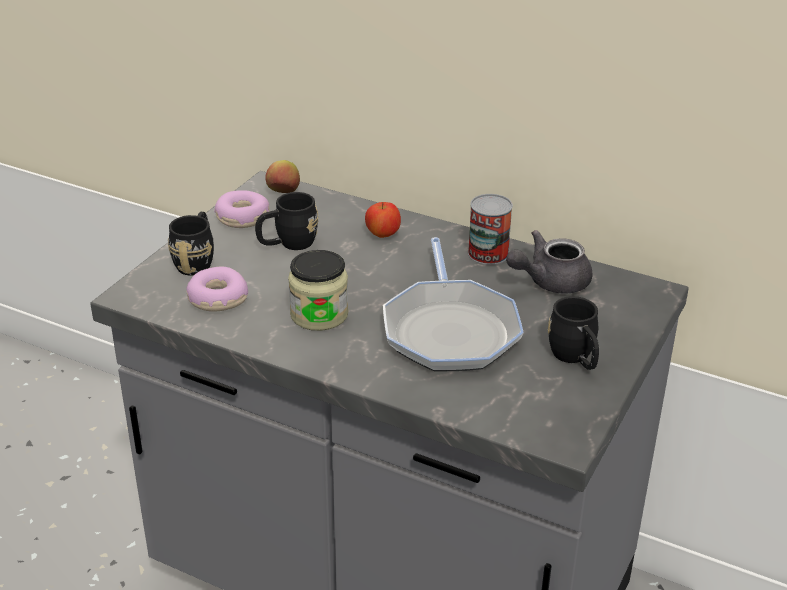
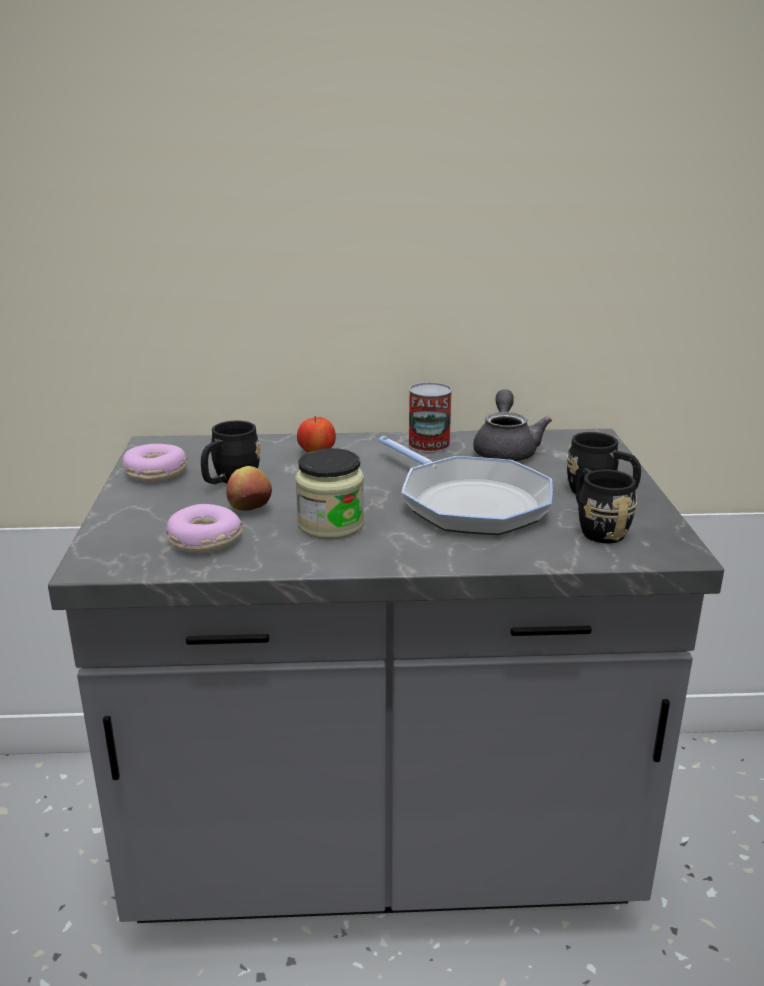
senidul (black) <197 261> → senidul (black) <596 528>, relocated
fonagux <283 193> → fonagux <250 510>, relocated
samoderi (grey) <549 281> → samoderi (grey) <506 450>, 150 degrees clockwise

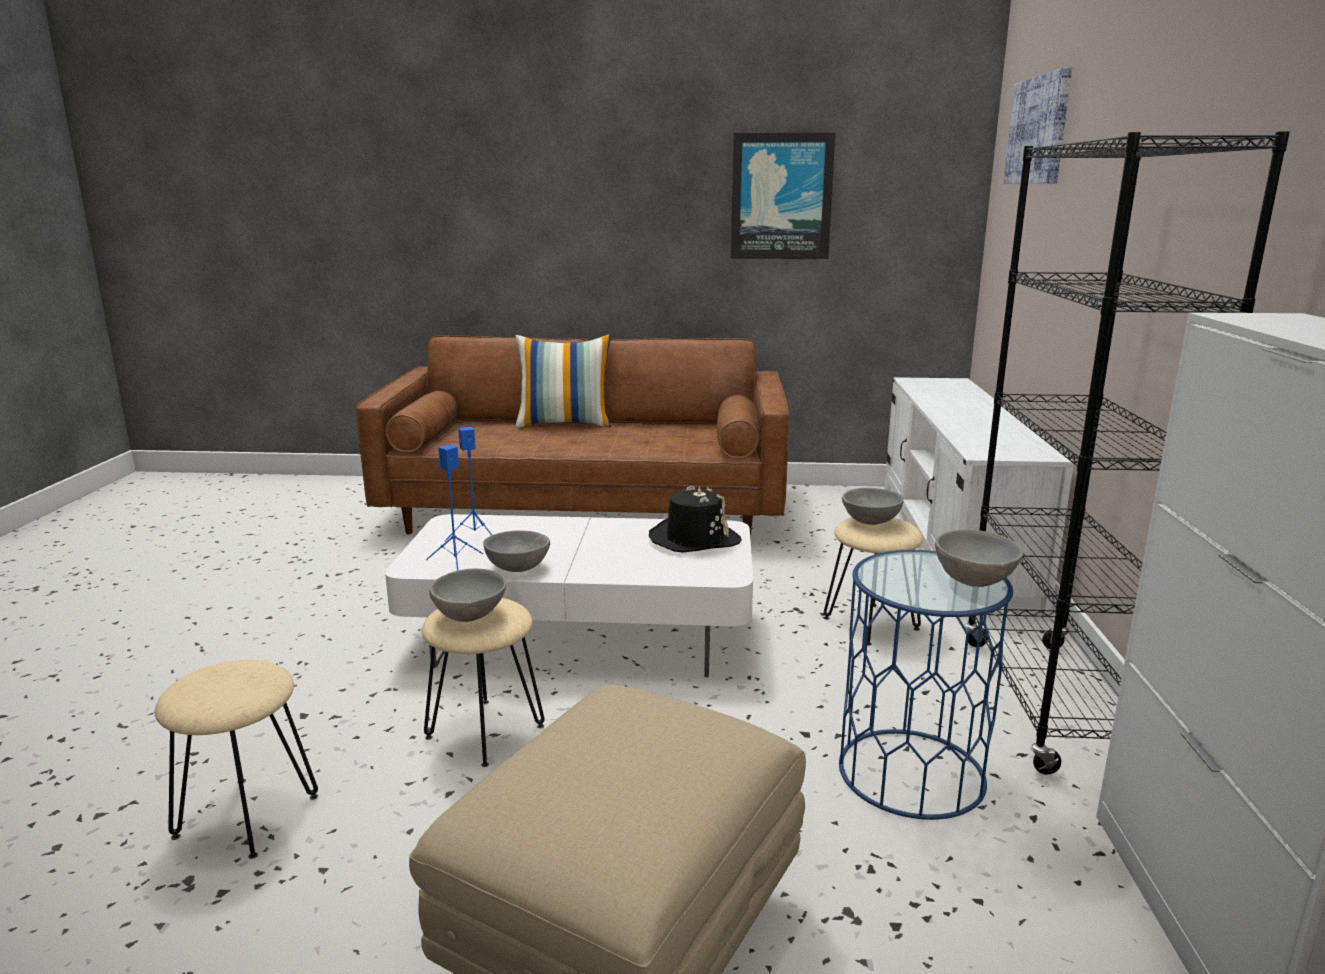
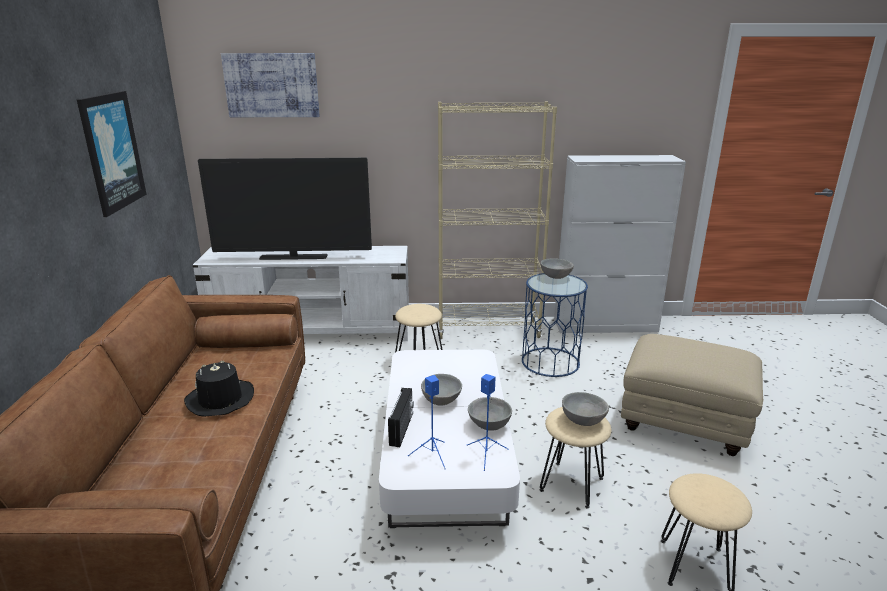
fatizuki <565 424> → -
- → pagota <293 257>
- → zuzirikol <402 429>
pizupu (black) <694 539> → pizupu (black) <220 400>, relocated
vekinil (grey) <871 522> → vekinil (grey) <442 401>, relocated
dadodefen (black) <1049 704> → dadodefen (beige) <488 330>

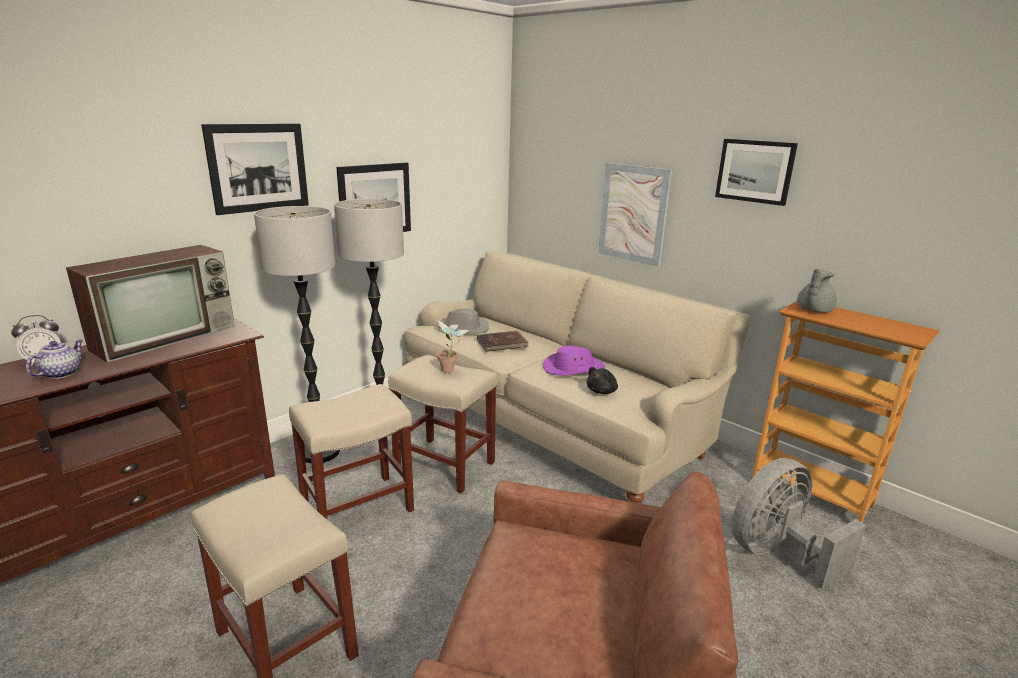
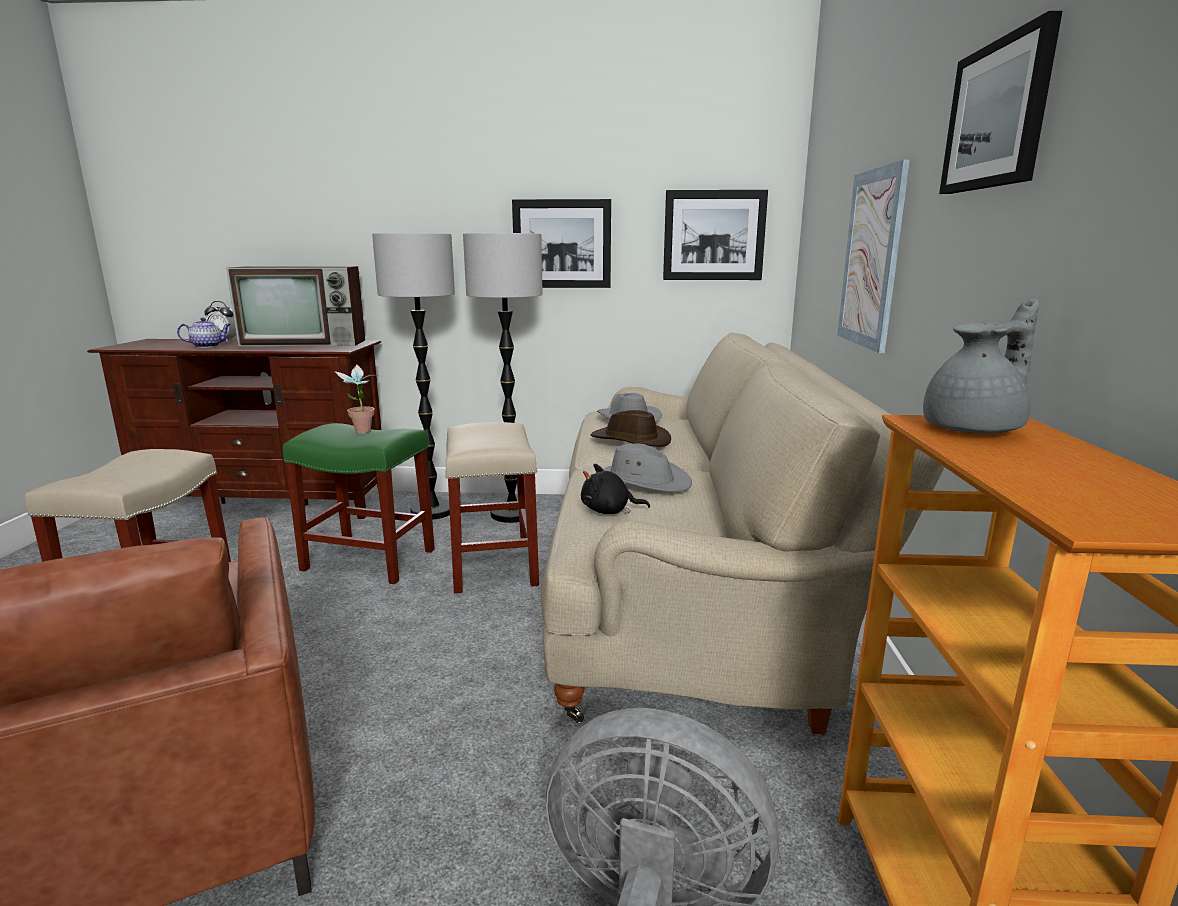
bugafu <258 167> → bugafu <714 235>, relocated
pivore <451 371> → pivore <362 433>, relocated
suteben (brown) <502 343> → pizupu (brown) <630 440>
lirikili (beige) <359 507> → lirikili (green) <371 560>
pizupu (purple) <573 368> → pizupu (grey) <642 481>
samoderi (grey) <812 310> → samoderi (grey) <976 429>, 150 degrees clockwise

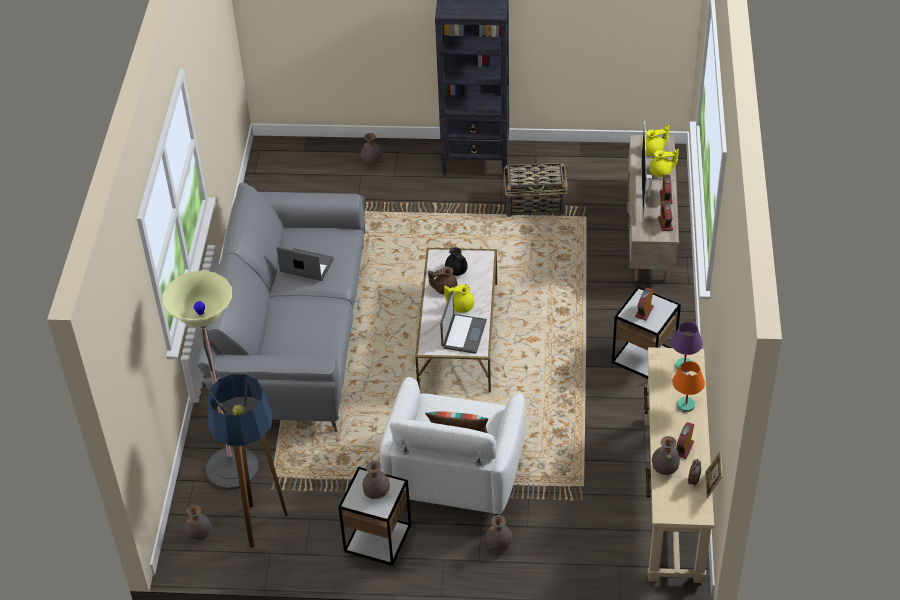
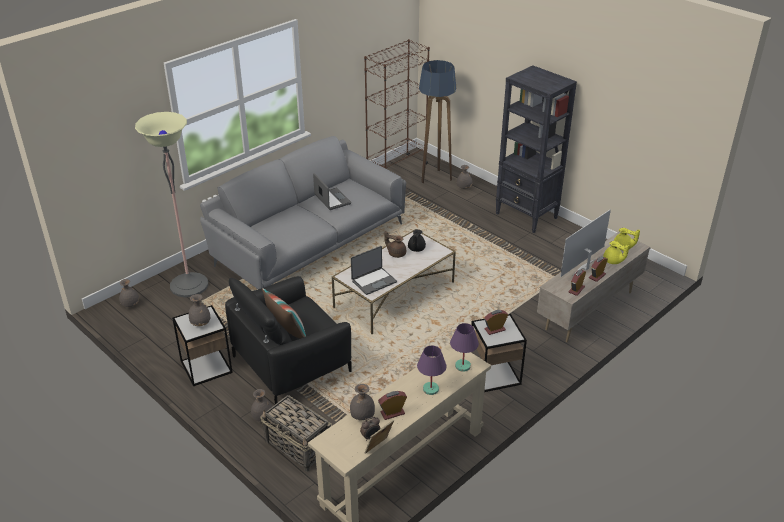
samoderi (yellow) <461 306> → -
- → dadodefen (brown) <396 169>
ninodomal <261 526> → ninodomal <434 178>, relocated
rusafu <535 204> → rusafu <299 446>, relocated
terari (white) <455 475> → terari (black) <292 363>
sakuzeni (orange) <685 405> → sakuzeni (purple) <430 389>

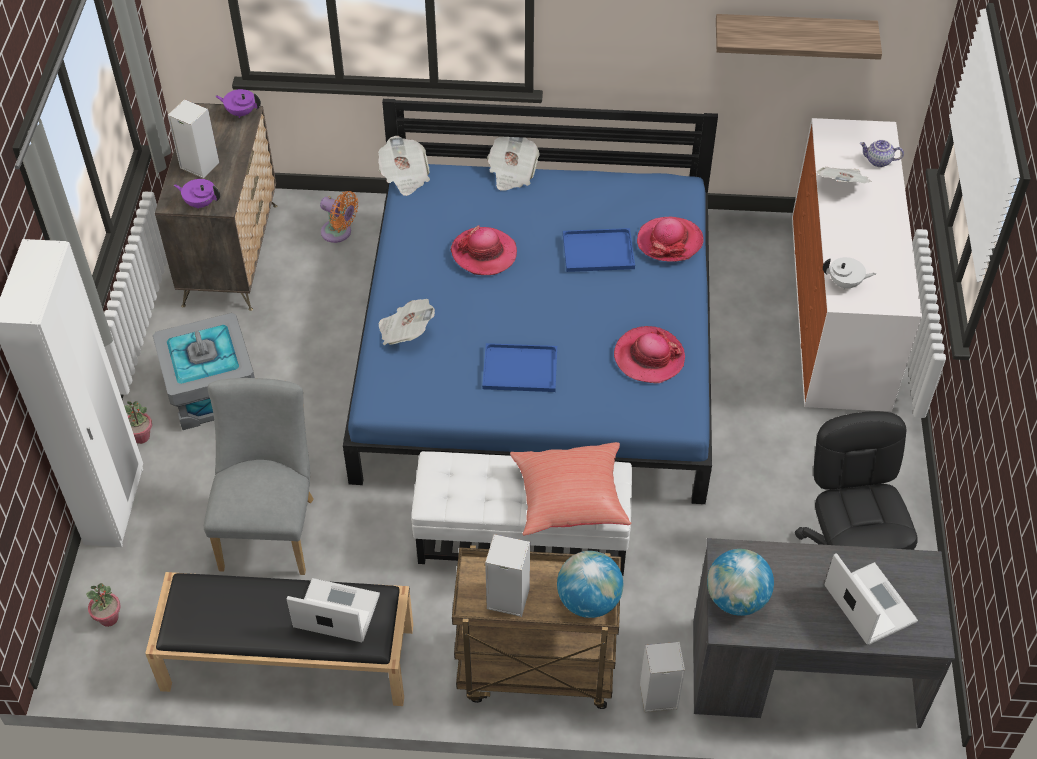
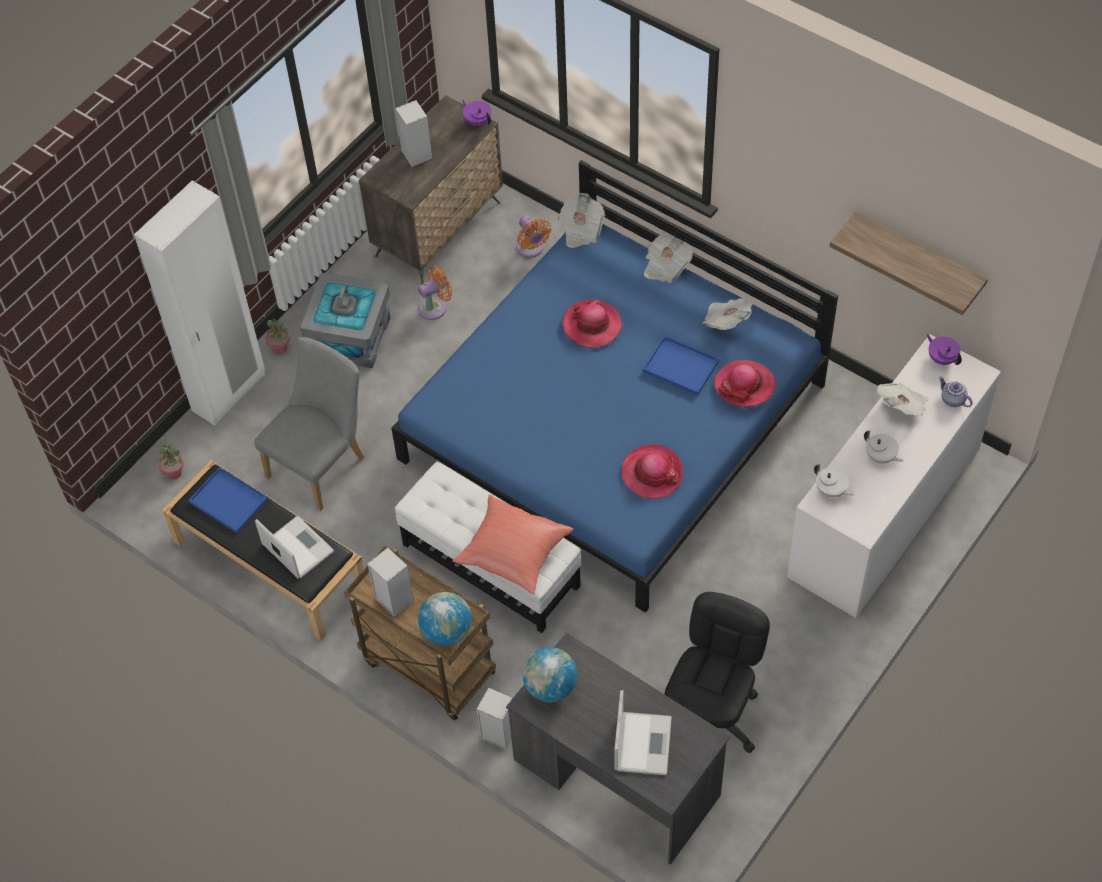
- → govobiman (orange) <435 307>
- → samoderi (white) <880 457>
samoderi (purple) <200 203> → samoderi (purple) <942 358>, relocated
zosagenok <405 332> → zosagenok <726 321>, relocated
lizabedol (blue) <518 369> → lizabedol (blue) <227 500>, relocated

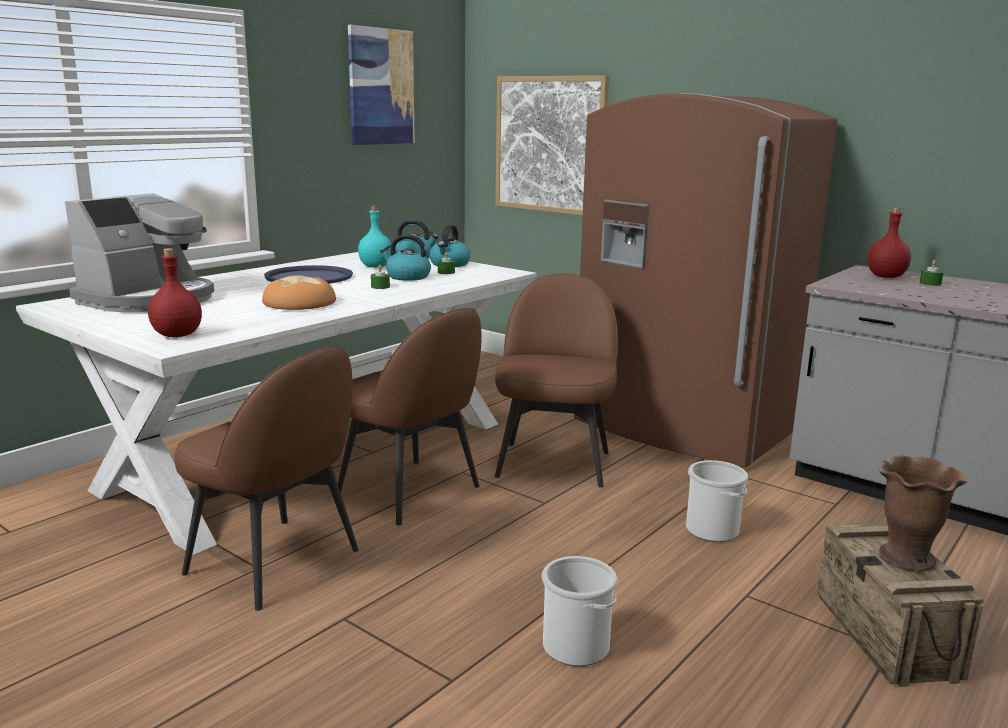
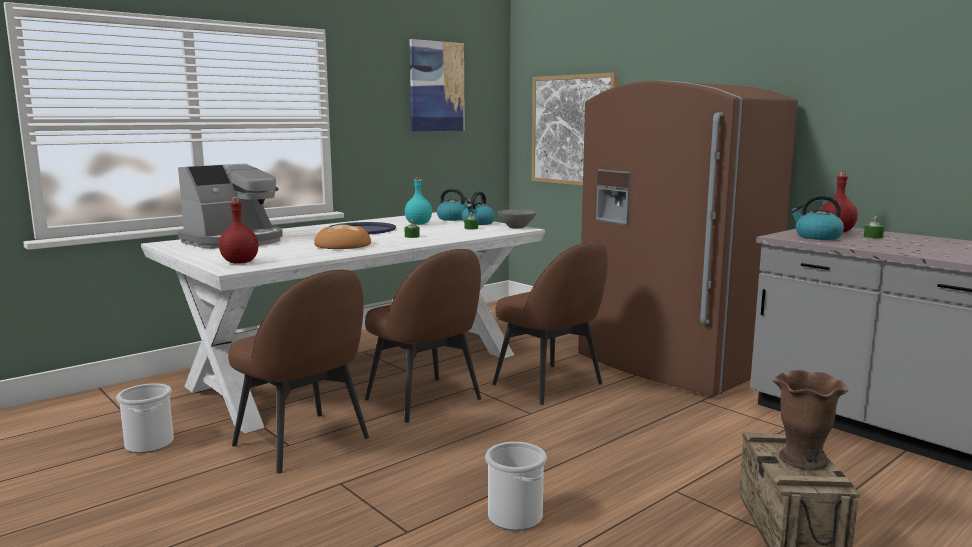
- → vekinil (grey) <517 227>
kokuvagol <407 277> → kokuvagol <817 237>, relocated
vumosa <712 530> → vumosa <149 444>, relocated
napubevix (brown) <554 463> → napubevix (brown) <550 385>, 120 degrees clockwise

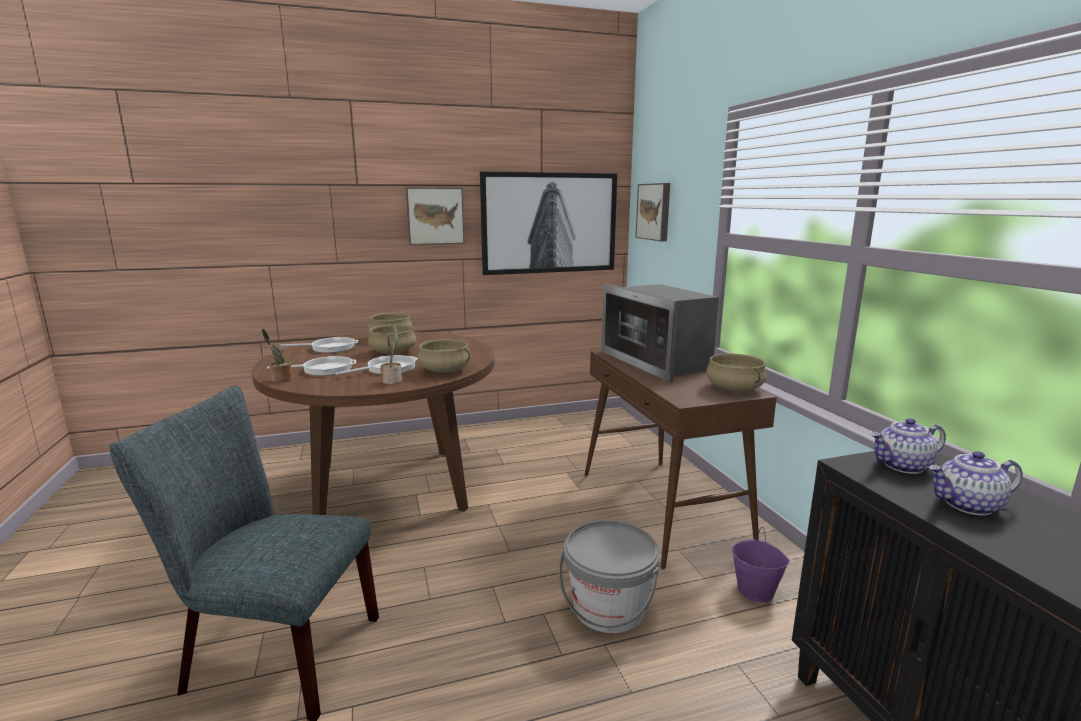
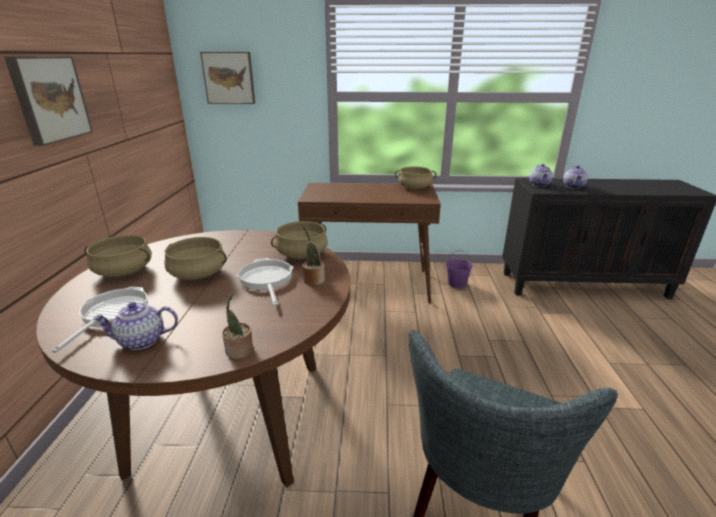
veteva <324 369> → -
bugafu <549 223> → -
vumosa (grey) <608 608> → -
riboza <657 361> → -
- → samoderi <141 341>

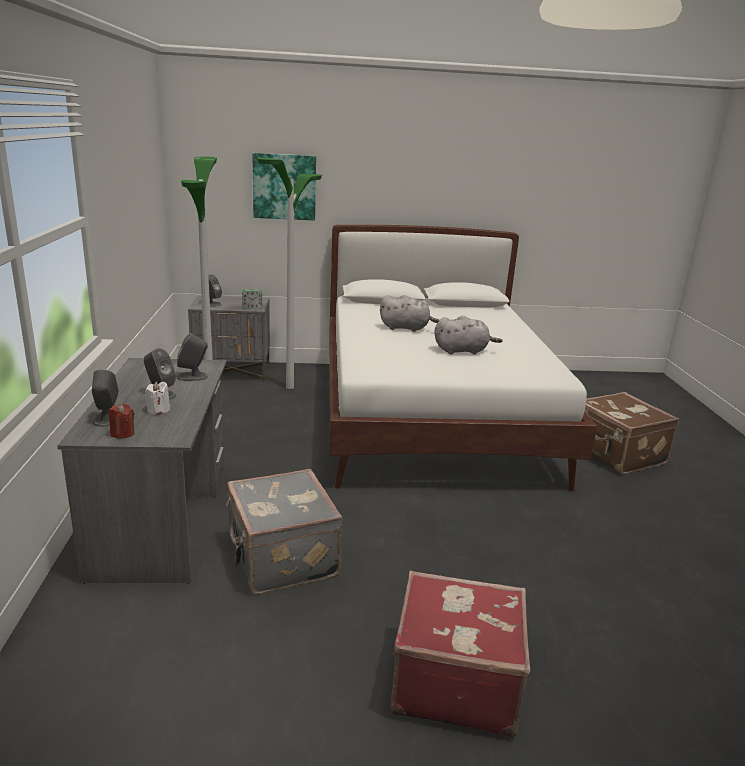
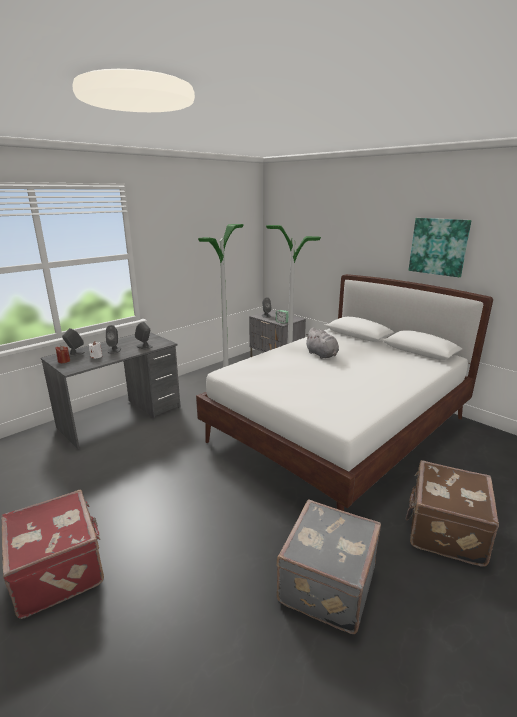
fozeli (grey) <463 351> → -
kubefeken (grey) <281 558> → kubefeken (grey) <325 583>, relocated
bugafu <284 187> → bugafu <438 246>, relocated

